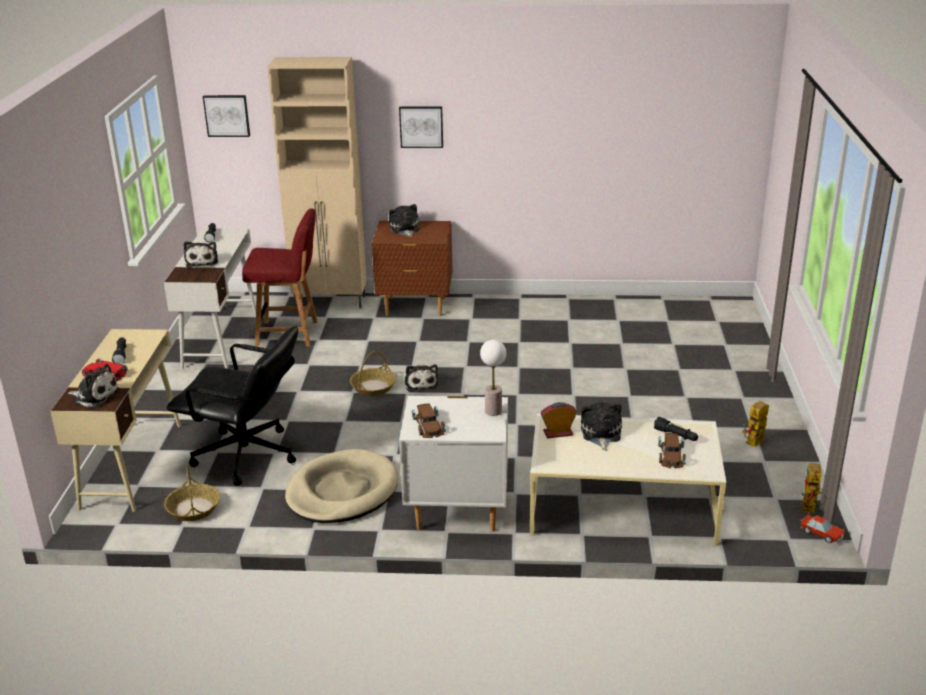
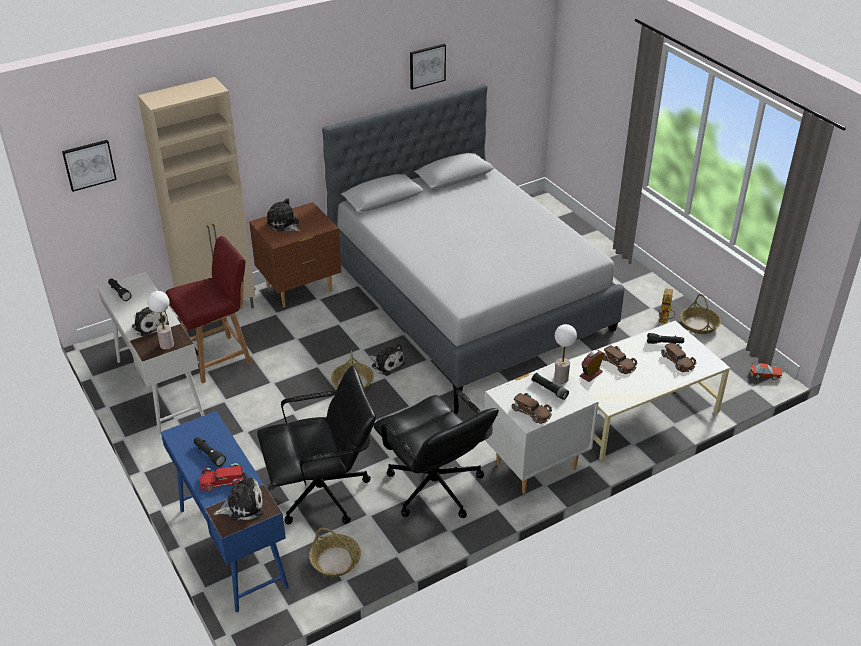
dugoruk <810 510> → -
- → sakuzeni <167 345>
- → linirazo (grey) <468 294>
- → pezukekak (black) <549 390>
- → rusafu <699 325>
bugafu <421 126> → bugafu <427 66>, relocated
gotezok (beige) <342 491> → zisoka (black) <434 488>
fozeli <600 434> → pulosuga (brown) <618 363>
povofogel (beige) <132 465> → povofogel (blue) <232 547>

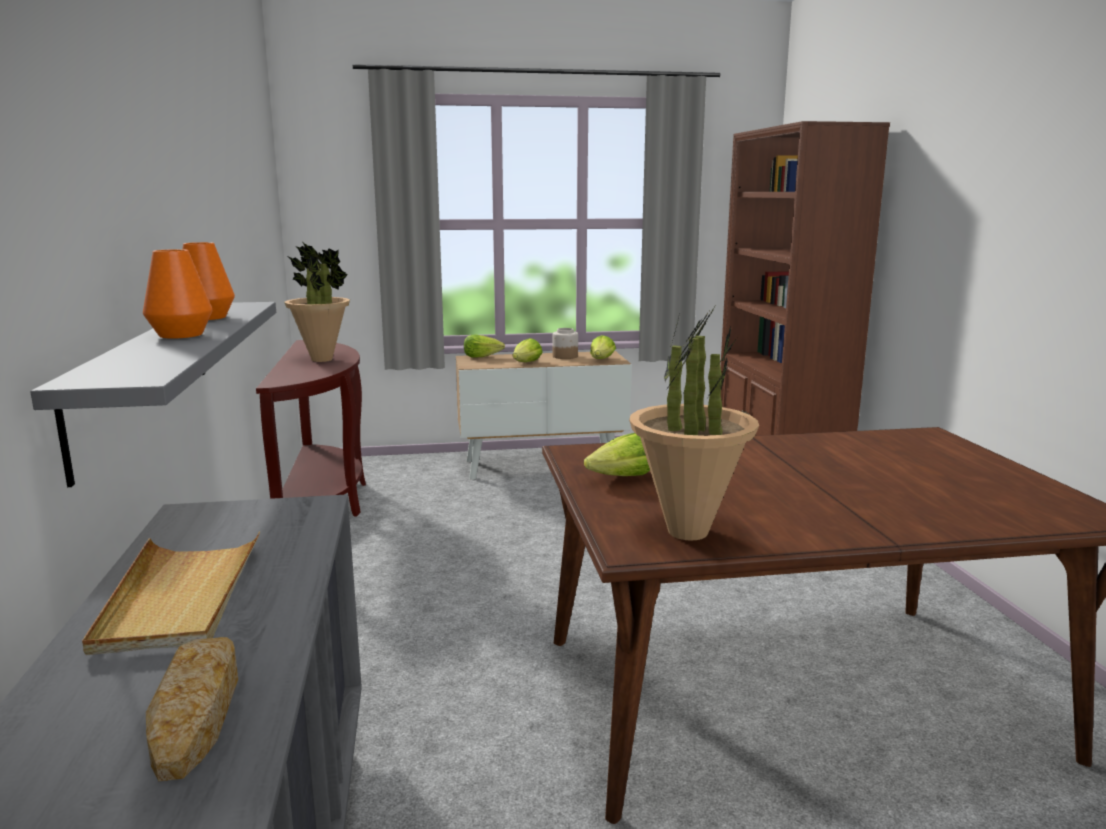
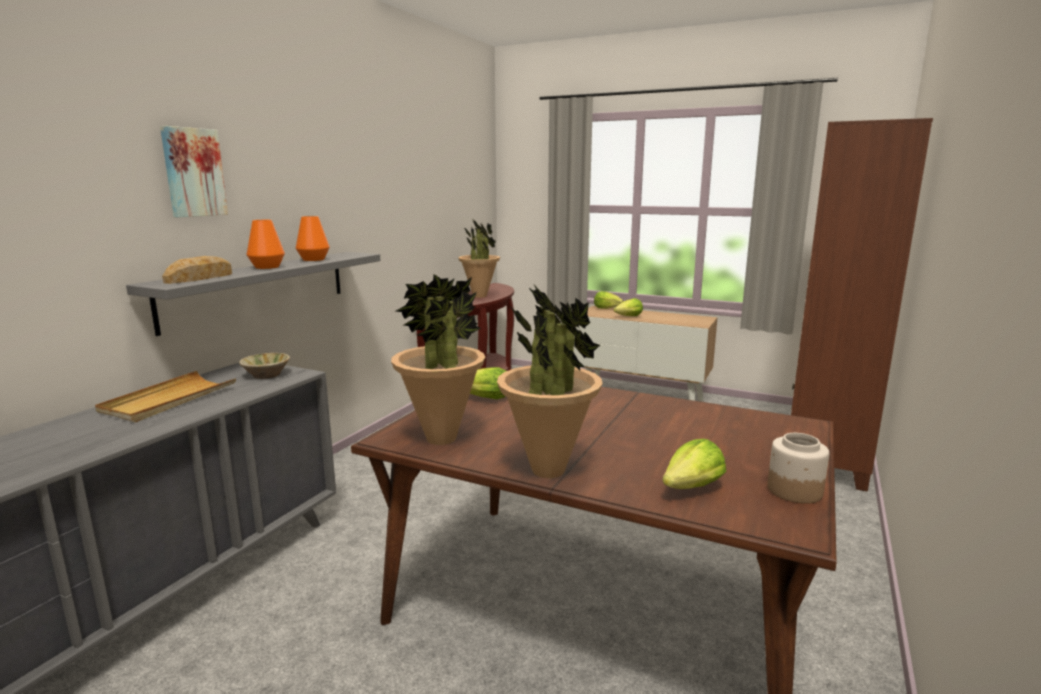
- → bugafu <193 172>
- → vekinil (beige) <266 375>
- → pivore <549 471>
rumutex <196 713> → rumutex <199 278>, relocated
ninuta <564 356> → ninuta <793 490>, relocated
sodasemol <602 360> → sodasemol <692 487>, relocated

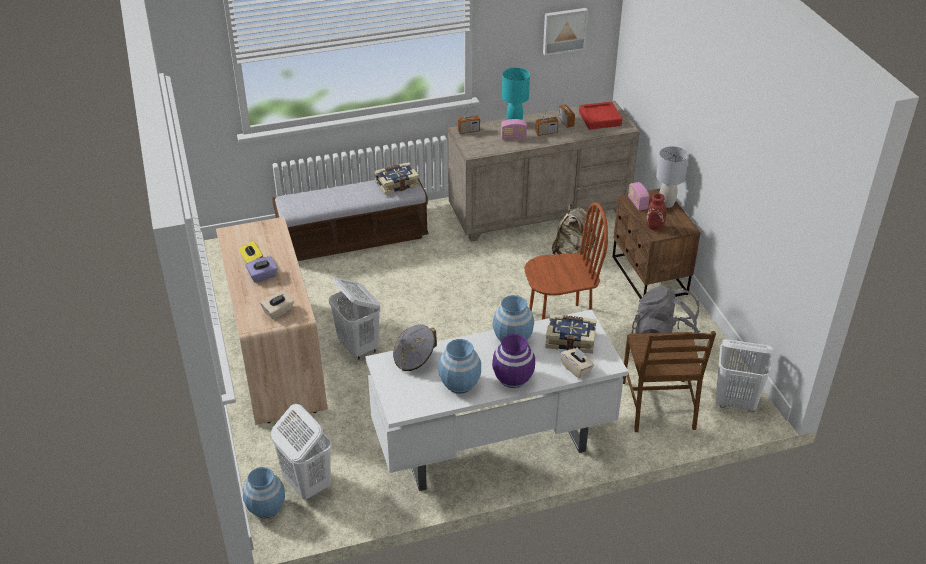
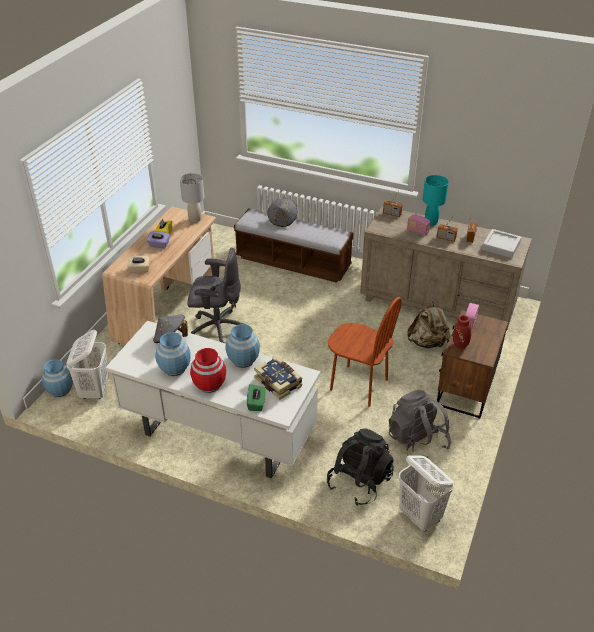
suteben <396 184> → -
bugafu <564 30> → -
- → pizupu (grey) <282 220>
sakuzeni (grey) <666 204> → sakuzeni (grey) <195 219>, relocated
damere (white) <358 347> → zisoka (grey) <217 328>
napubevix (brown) <659 405> → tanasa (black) <359 481>
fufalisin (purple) <513 378> → fufalisin (red) <209 385>
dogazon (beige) <576 369> → dogazon (green) <256 403>
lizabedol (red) <600 119> → lizabedol (grey) <501 246>

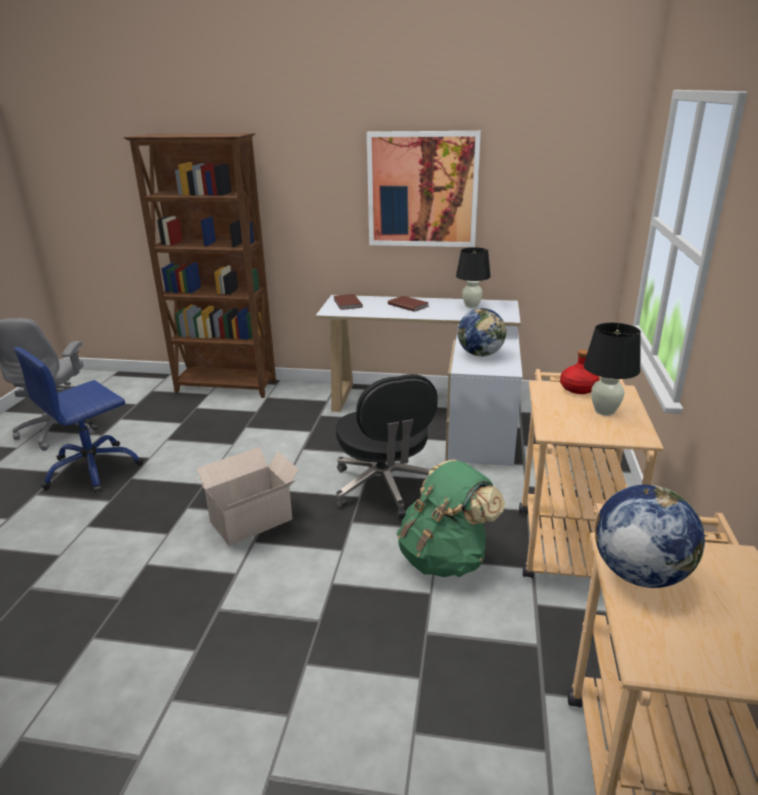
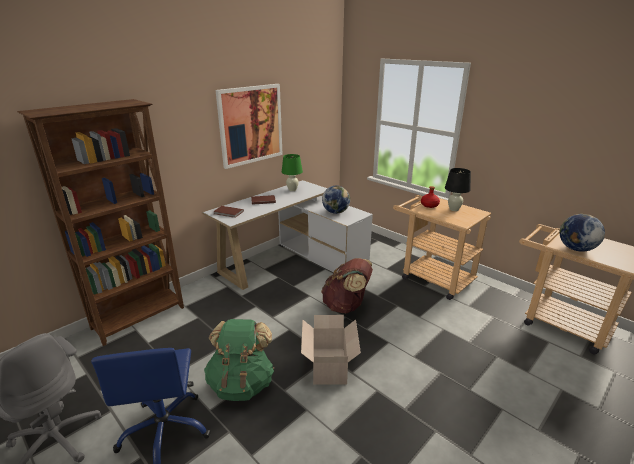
tanasa (green) <445 558> → tanasa (green) <242 383>, relocated
zisoka (black) <384 488> → tanasa (brown) <346 306>
sakuzeni (black) <471 306> → sakuzeni (green) <292 190>

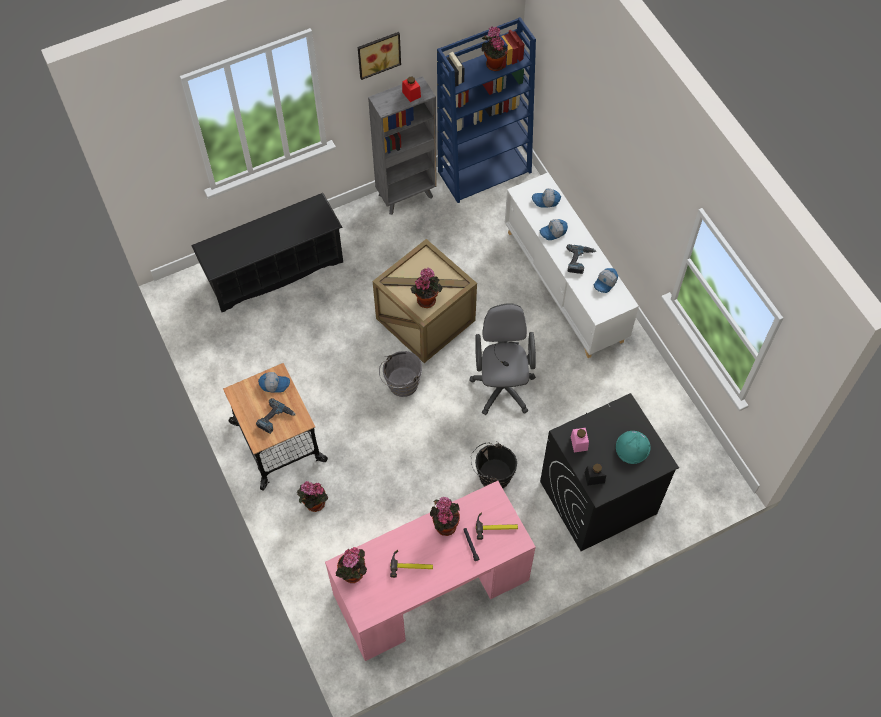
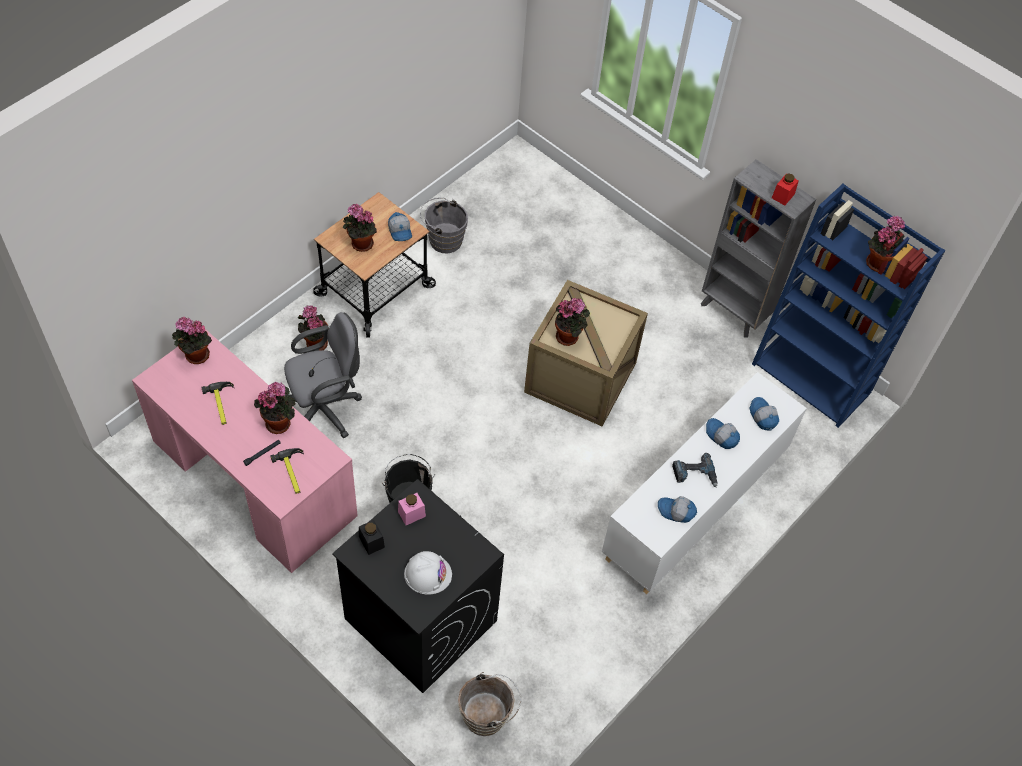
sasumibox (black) <275 270> → -
bugafu <378 53> → -
- → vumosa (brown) <488 715>
vumosa (grey) <401 385> → vumosa (grey) <443 239>, relocated
zisoka (grey) <502 384> → zisoka (grey) <325 409>, relocated
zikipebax <275 419> → pivore <360 244>
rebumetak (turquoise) <632 447> → rebumetak (white) <427 574>

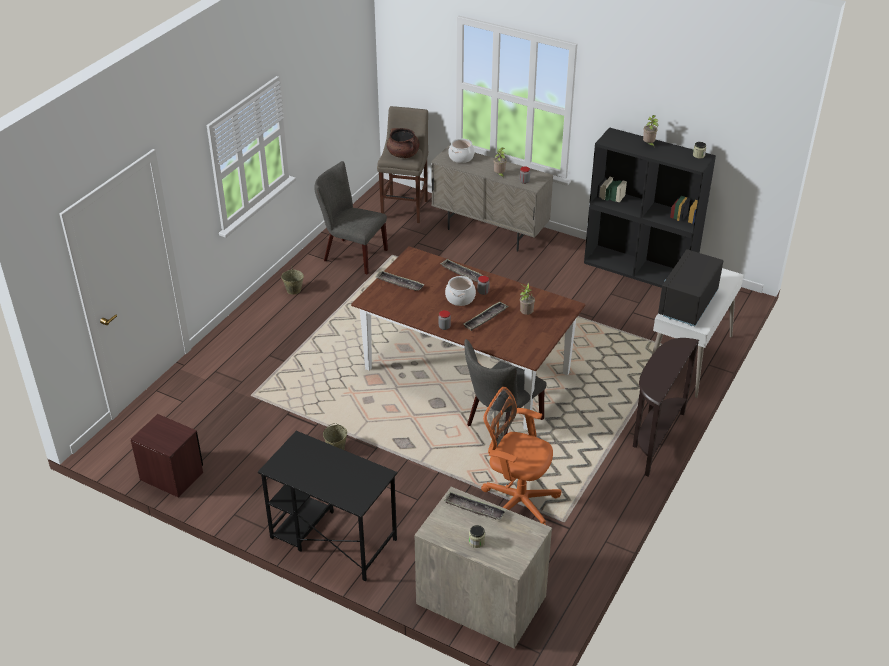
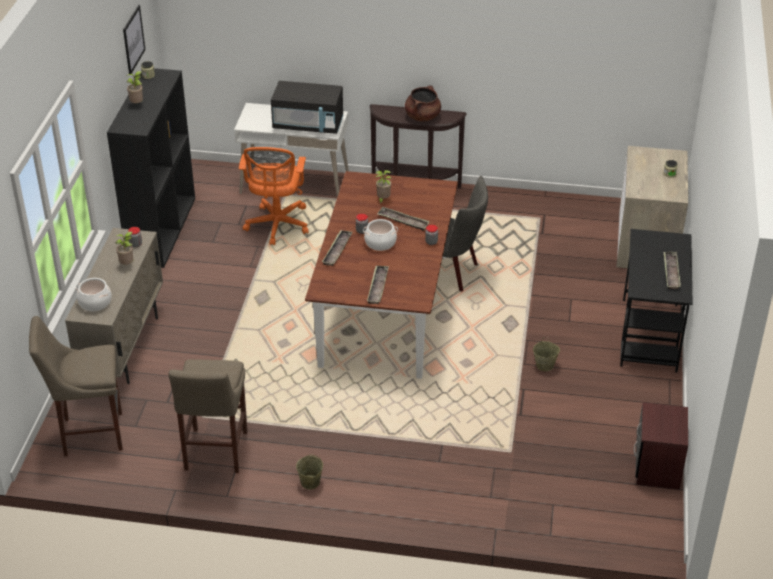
- → bugafu <133 39>
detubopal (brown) <403 154> → detubopal (brown) <422 116>, relocated
lizabedol <474 508> → lizabedol <671 272>, relocated
zisoka (orange) <517 501> → zisoka (orange) <277 226>, relocated
napubevix (grey) <351 255> → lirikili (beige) <215 453>

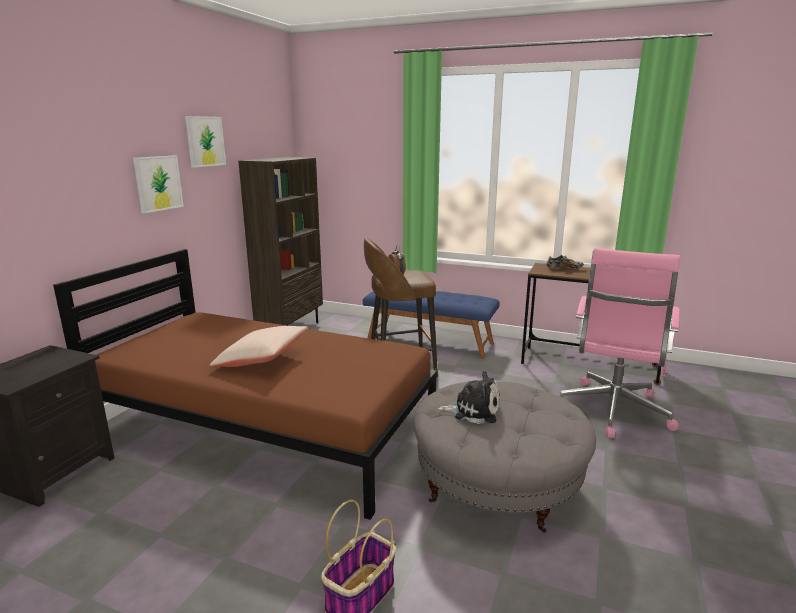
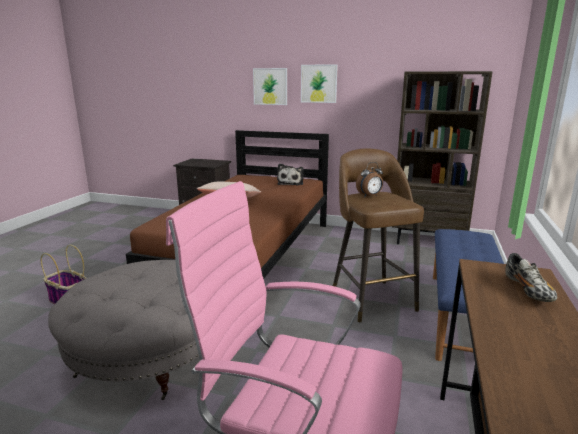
bugafu <205 141> → bugafu <270 86>, relocated
fozeli <473 410> → fozeli <291 183>, relocated

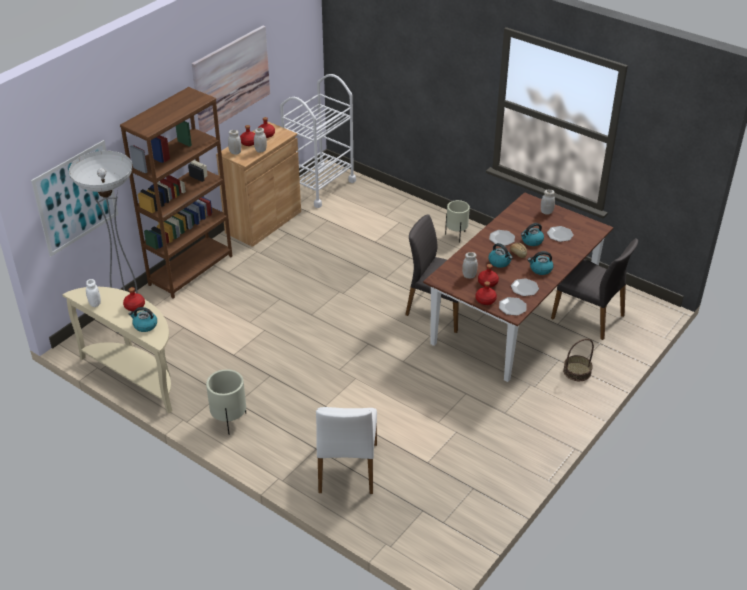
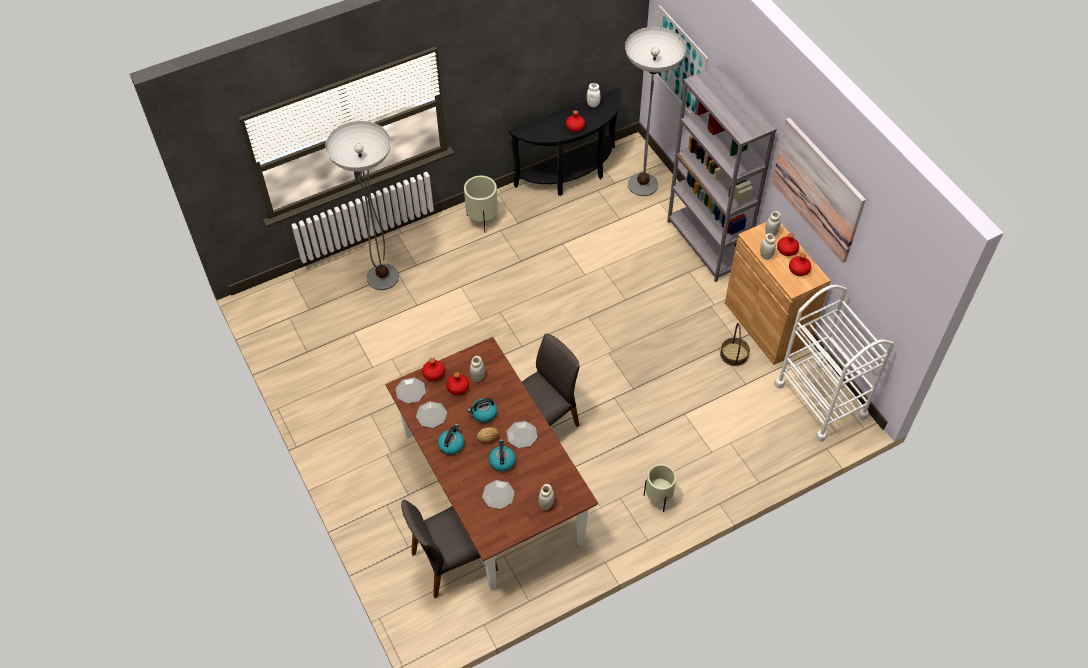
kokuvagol <145 325> → -
rusafu <577 371> → rusafu <734 354>, relocated
napubevix (white) <346 468> → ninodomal <383 277>
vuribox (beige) <136 376> → vuribox (black) <571 175>
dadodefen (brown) <191 270> → dadodefen (grey) <706 244>

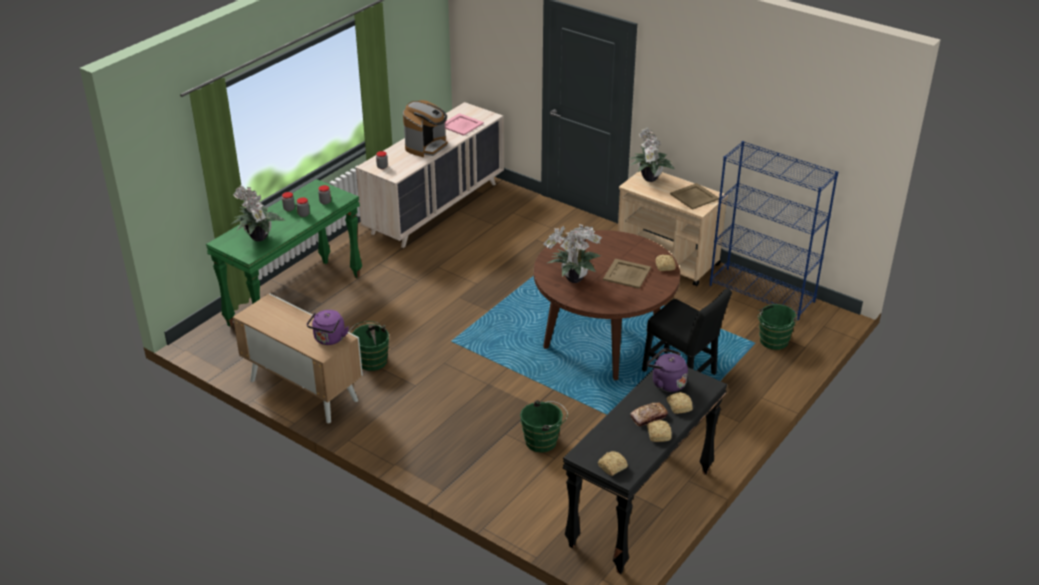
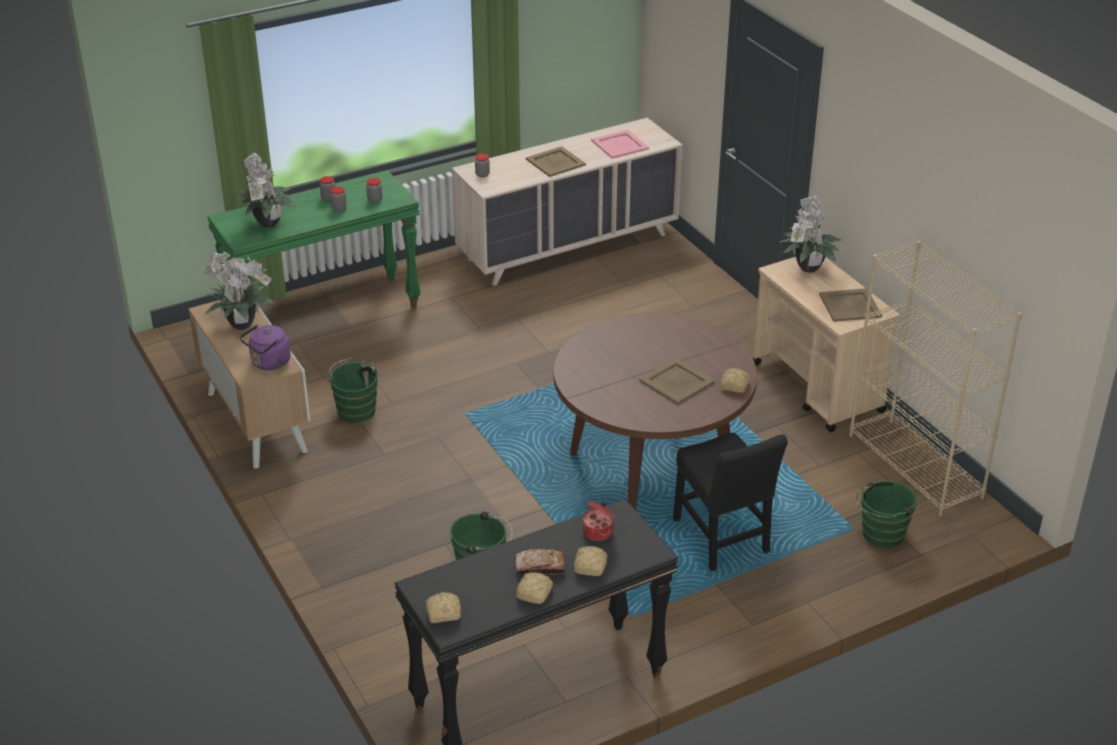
pivore <572 279> → pivore <240 324>, relocated
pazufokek <426 146> → lizabedol (beige) <555 162>
kokuvagol (purple) <666 383> → detubopal <599 532>
dadodefen (blue) <762 293> → dadodefen (beige) <916 467>

